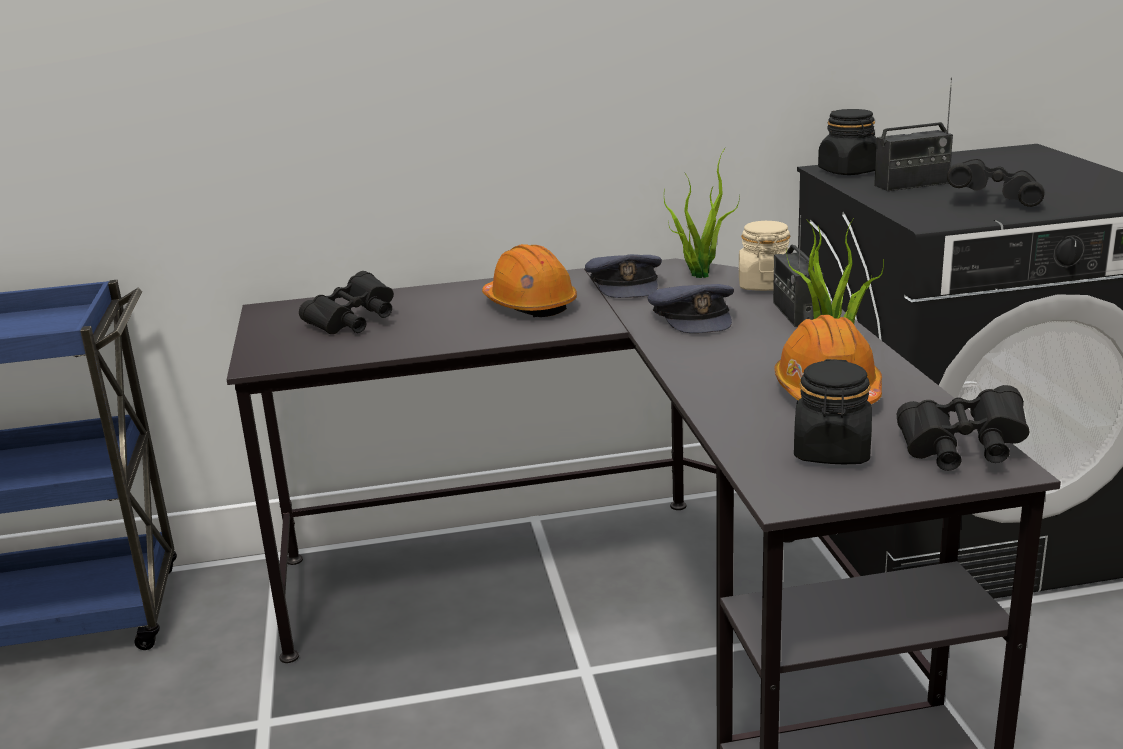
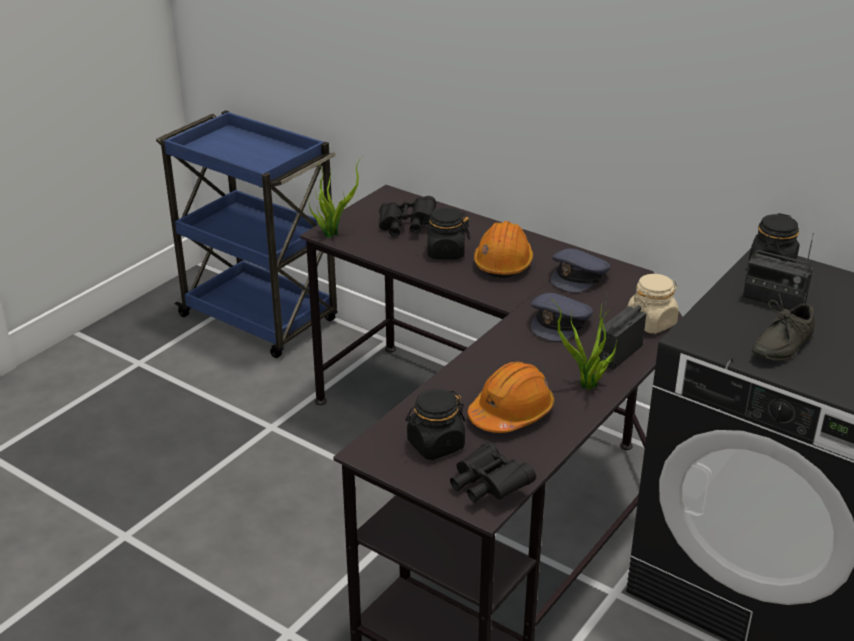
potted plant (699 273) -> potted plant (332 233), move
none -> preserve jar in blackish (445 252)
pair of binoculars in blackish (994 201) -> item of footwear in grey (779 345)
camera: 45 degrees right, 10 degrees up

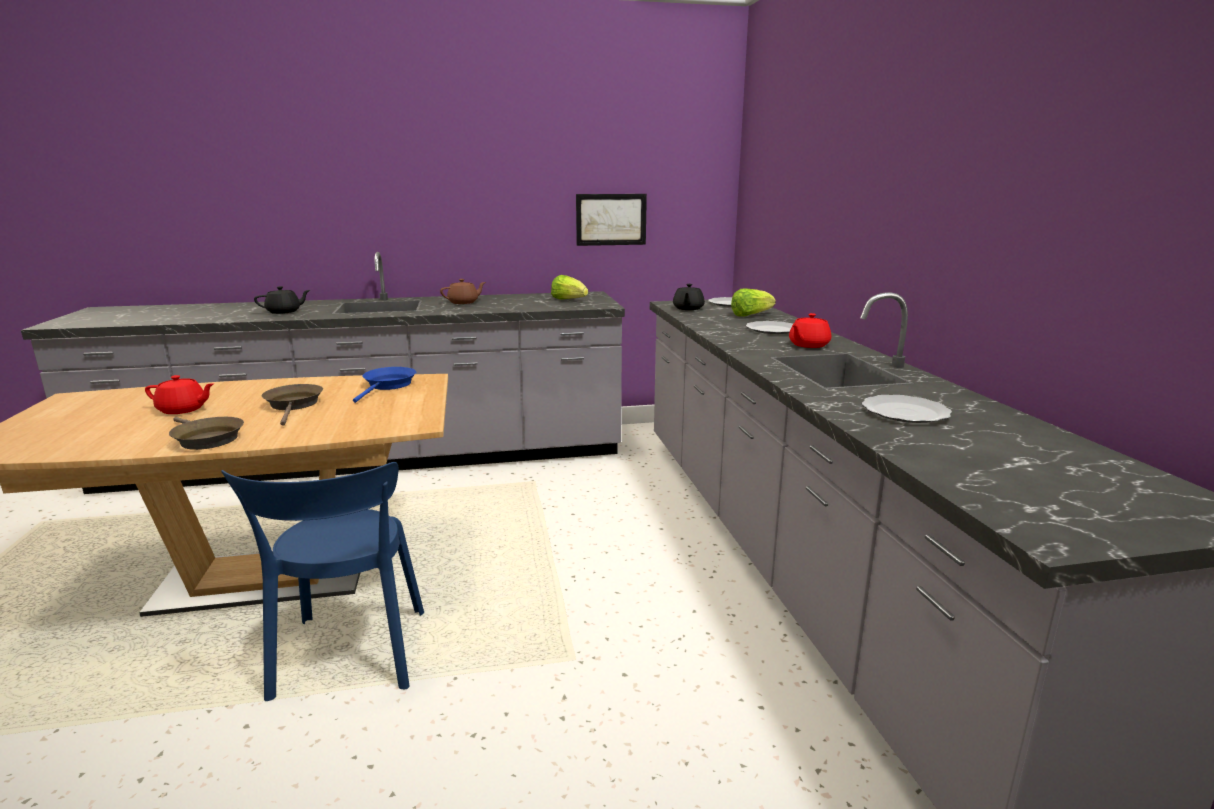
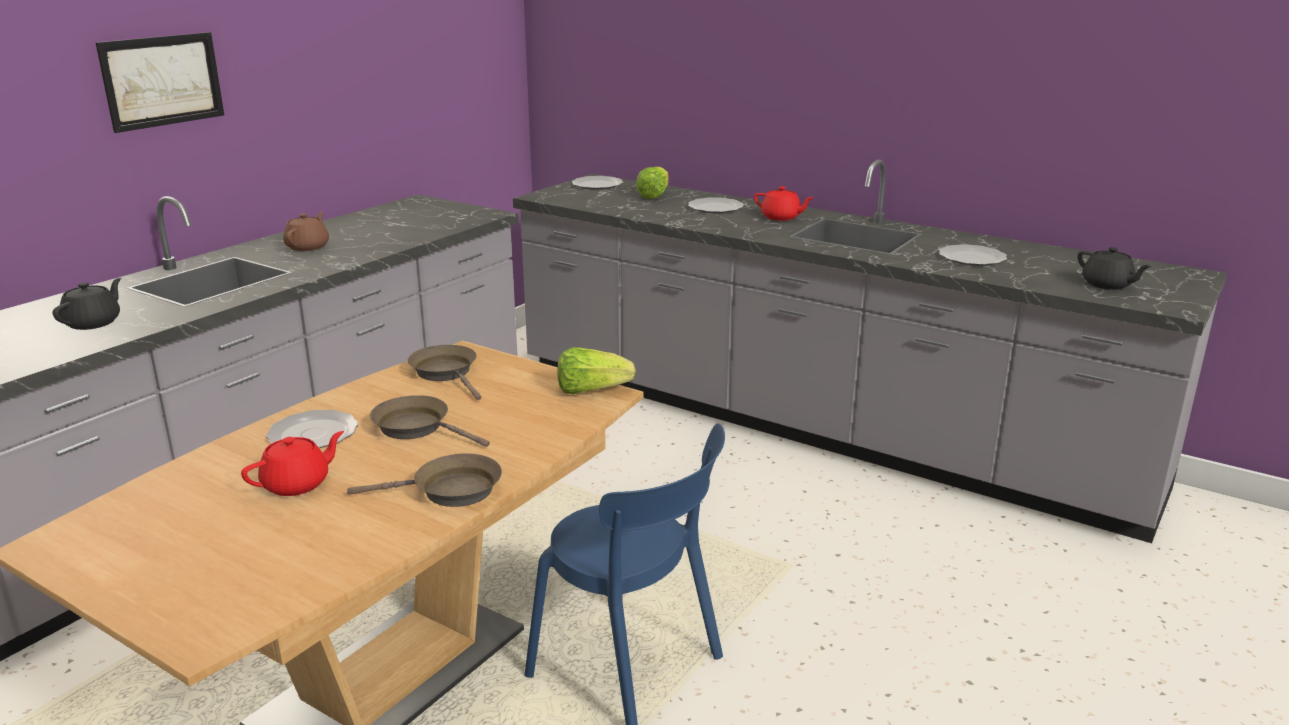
picture (611 219) -> picture (162 80), move
none -> flat dish (314 433)
pan in blue (388 386) -> pan in brown-coloured (446 373)
head of lettuce (569 300) -> head of lettuce (591 390), move
pot for tea in red-coloured (808 345) -> pot for tea in red-coloured (781 217), 60 degrees counterclockwise
pot for tea in blackish (688 309) -> pot for tea in blackish (1107 285), move
camera: 45 degrees left, 5 degrees up

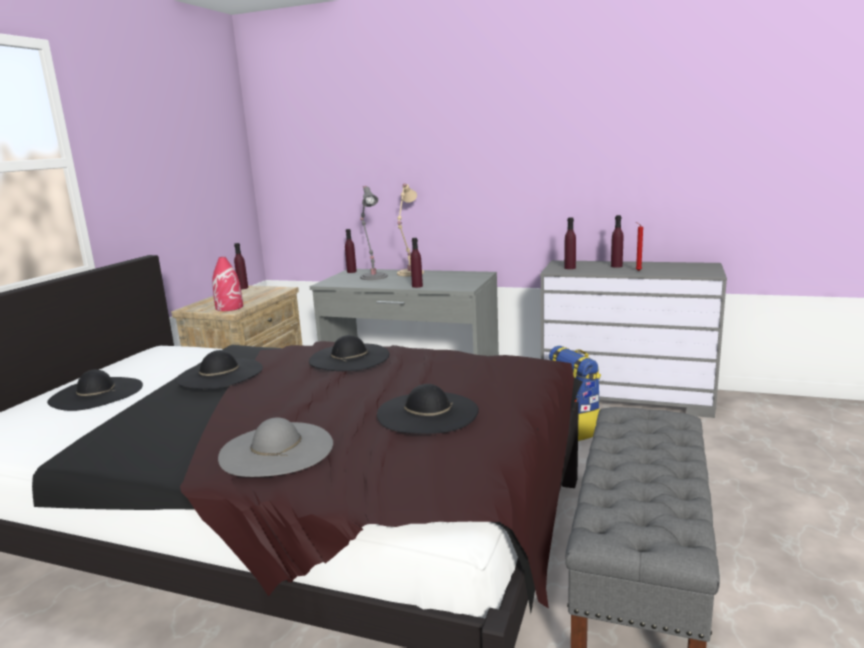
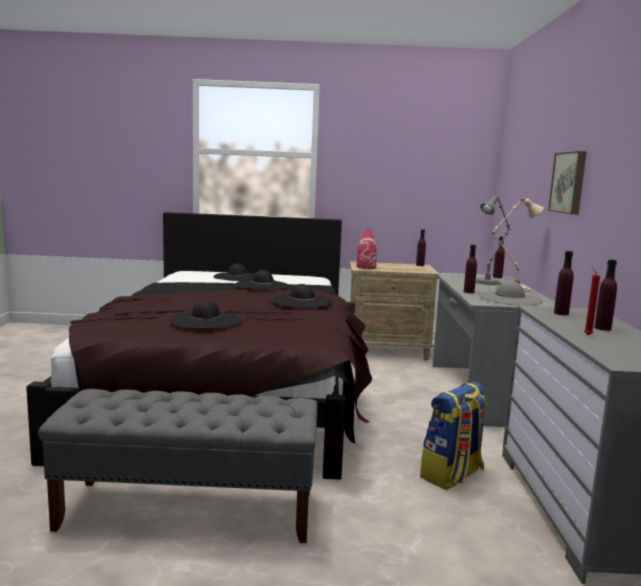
hat in grey (276 449) -> hat in grey (509 298), move
none -> picture (569 183)
camera: 70 degrees right, 5 degrees down

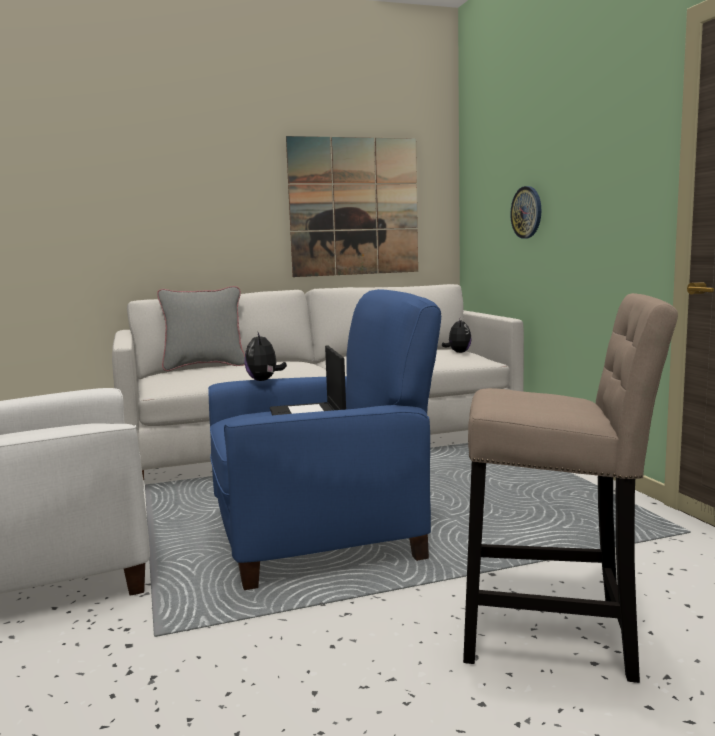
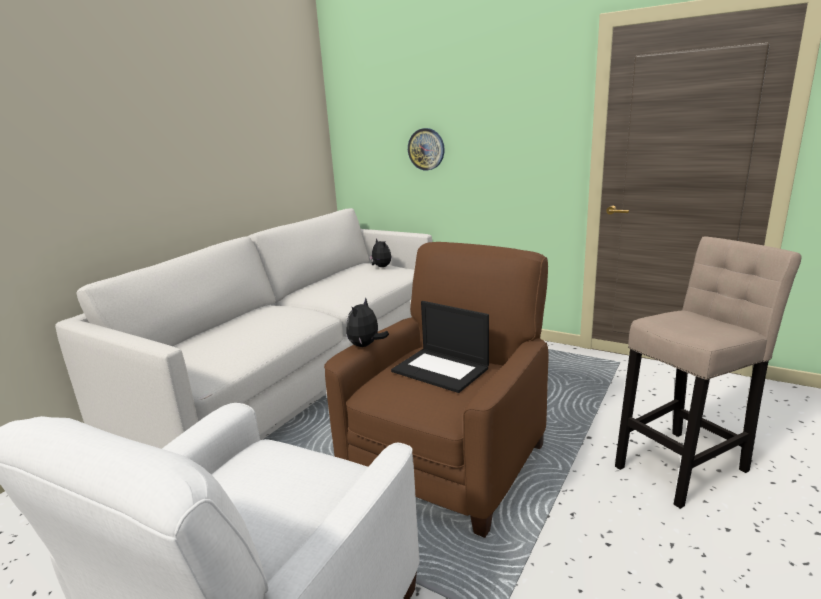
lounge chair in blue (320 536) -> lounge chair in brown-coloured (448 460)
plush toy (264 380) -> plush toy (366 345), 75 degrees clockwise
pillow in grey (204 366) -> none
picture (354 207) -> none
camera: 40 degrees left, 10 degrees up

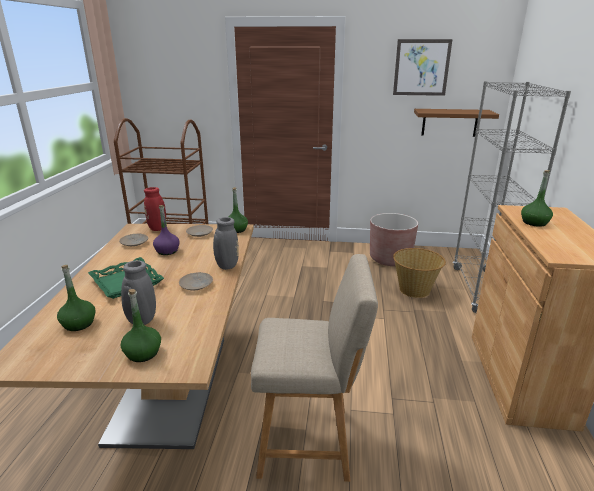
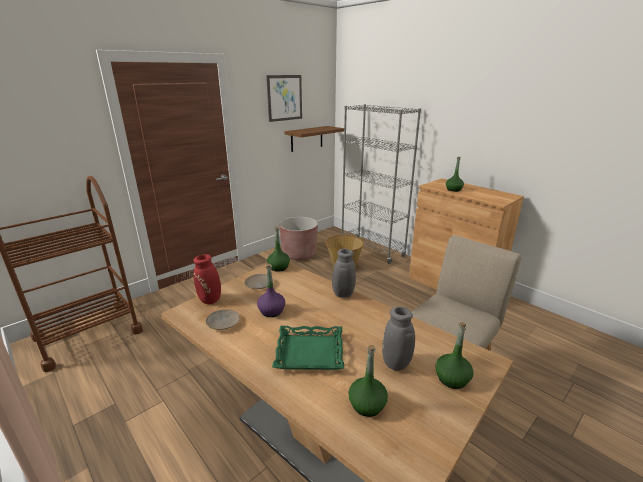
flat dish in beige-coloured (196 285) -> none
camera: 50 degrees left, 0 degrees up

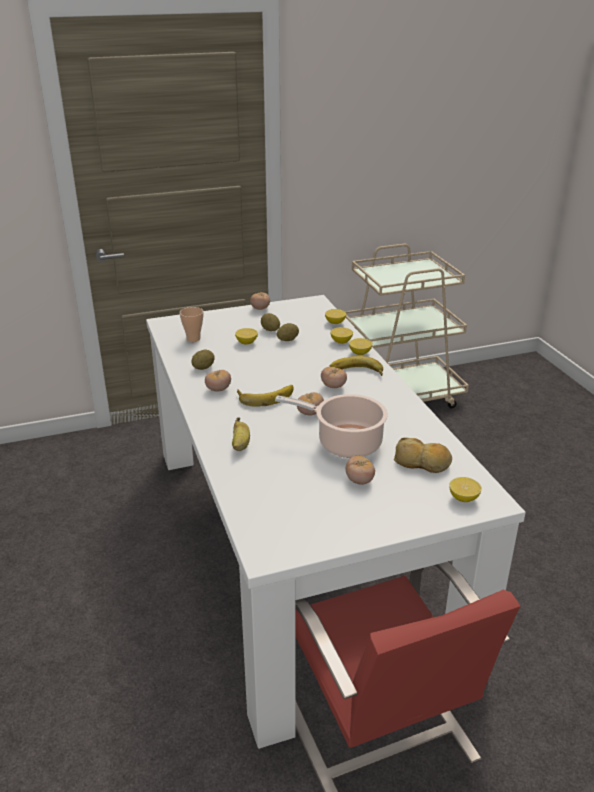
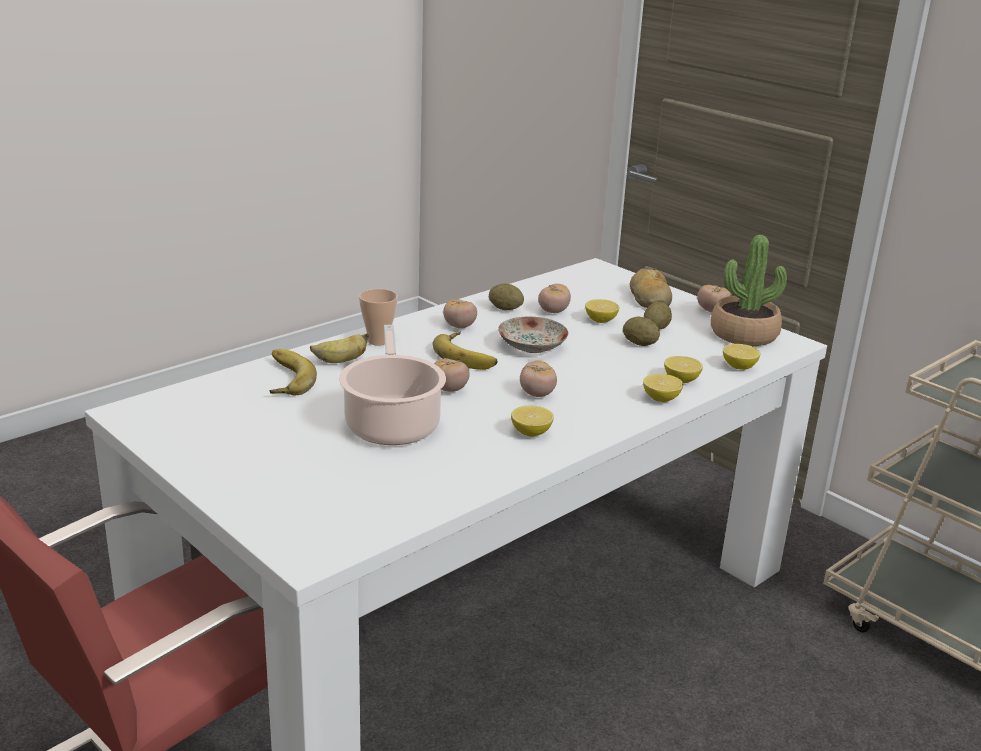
banana (356 372) -> banana (283 379), move
small cup (193 339) -> small cup (378 341), move
none -> flat dish (531 346)
lemon (463 498) -> lemon (531 433), move
fresh tomato (359 480) -> fresh tomato (553 311), move
baked bread (422 463) -> baked bread (649 299), move
none -> potted plant (743 335)
camera: 65 degrees right, 5 degrees down

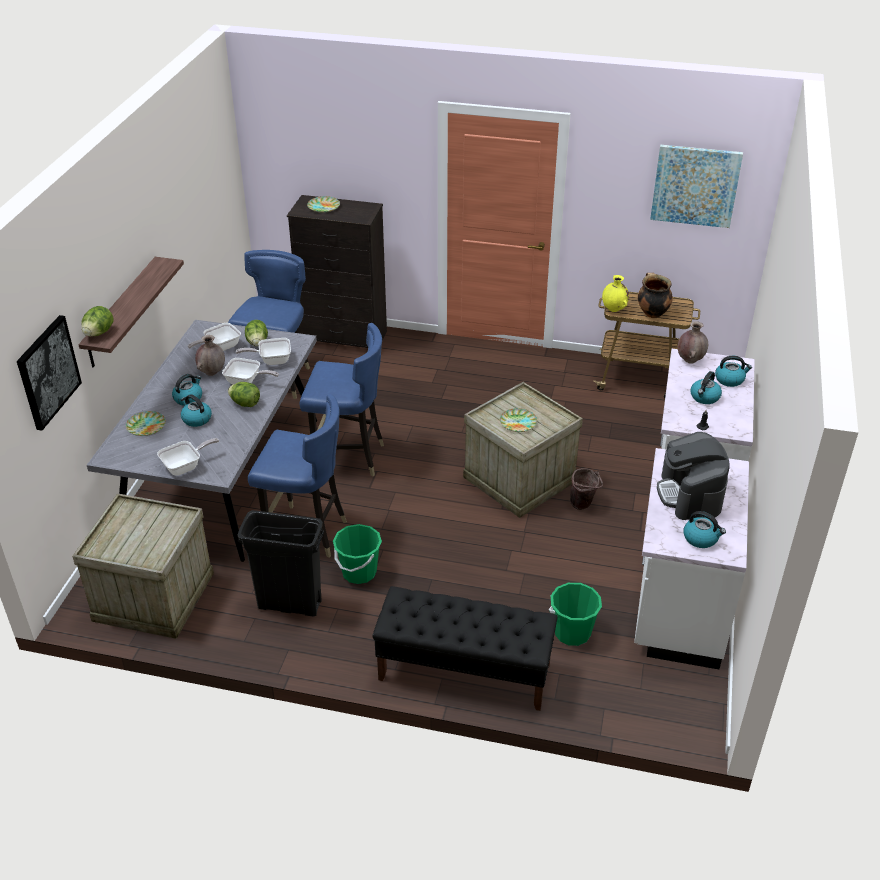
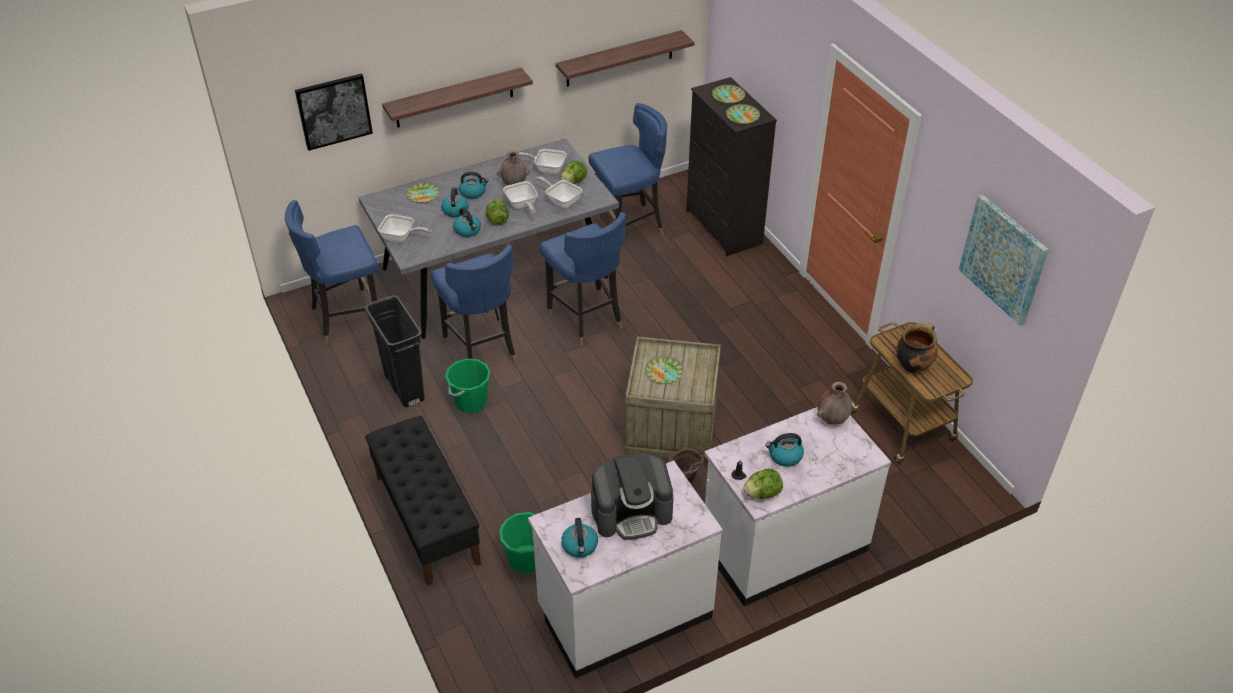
packing crate (152 597) -> upright chair in blue (348 320)
water kettle (730 379) -> water kettle (468 230), move
none -> shelf (619 59)
coffee machine (690 494) -> coffee machine (631 512), 150 degrees counterclockwise
none -> flat dish (742 116)
head of lettuce (99 333) -> head of lettuce (762 493), move
decorative vase in yellow (614 310) -> none
camera: 50 degrees right, 5 degrees up

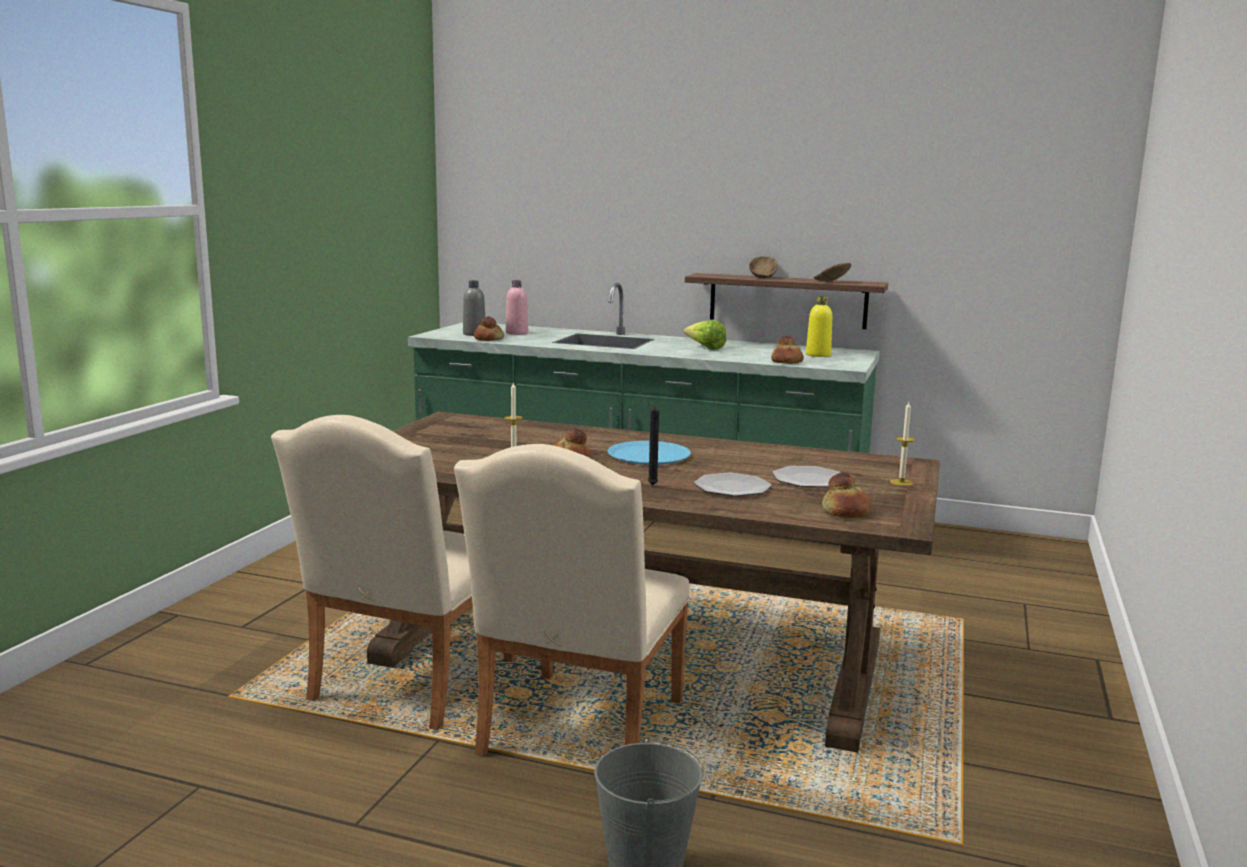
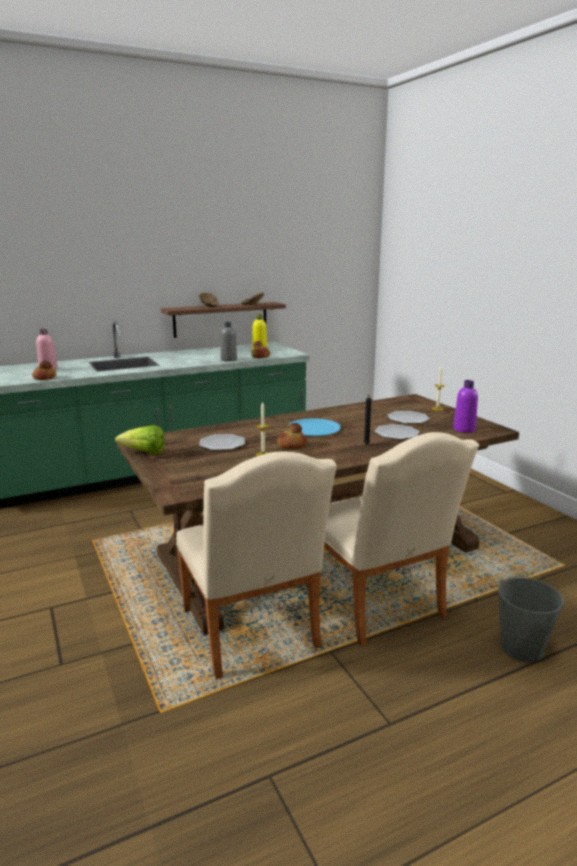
head of lettuce (705 348) -> head of lettuce (145 453), move
none -> flat dish (222 444)
drink bottle in grey (474 334) -> drink bottle in grey (229 360), move
baked bread (846 512) -> drink bottle in purplish (464 429)
camera: 45 degrees left, 5 degrees up

